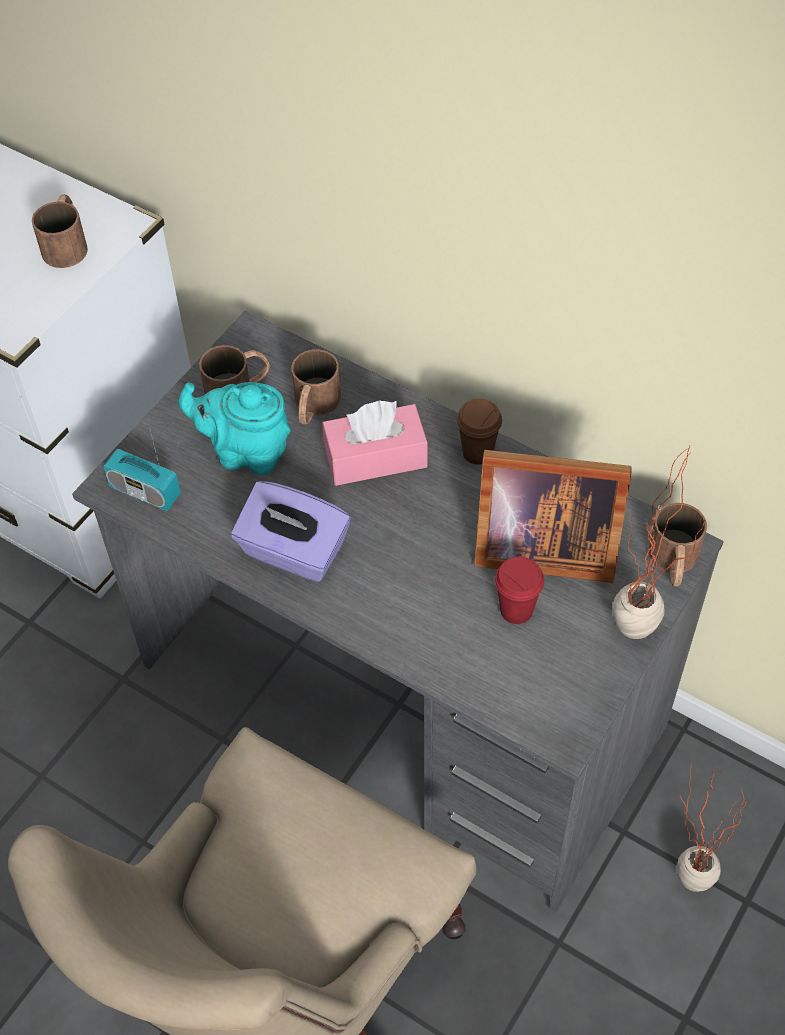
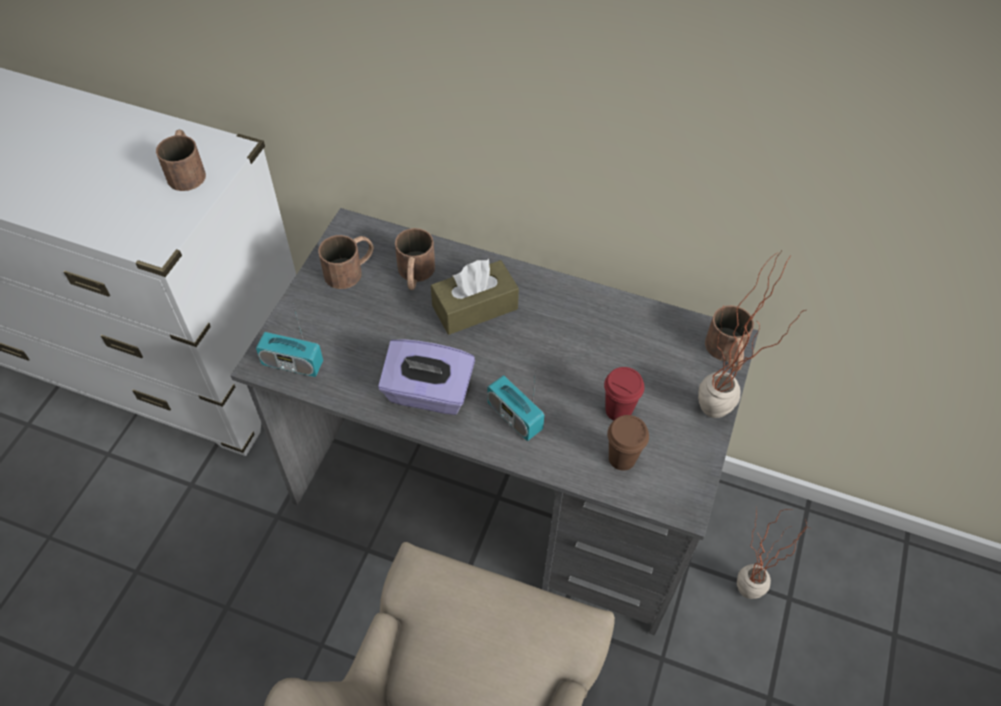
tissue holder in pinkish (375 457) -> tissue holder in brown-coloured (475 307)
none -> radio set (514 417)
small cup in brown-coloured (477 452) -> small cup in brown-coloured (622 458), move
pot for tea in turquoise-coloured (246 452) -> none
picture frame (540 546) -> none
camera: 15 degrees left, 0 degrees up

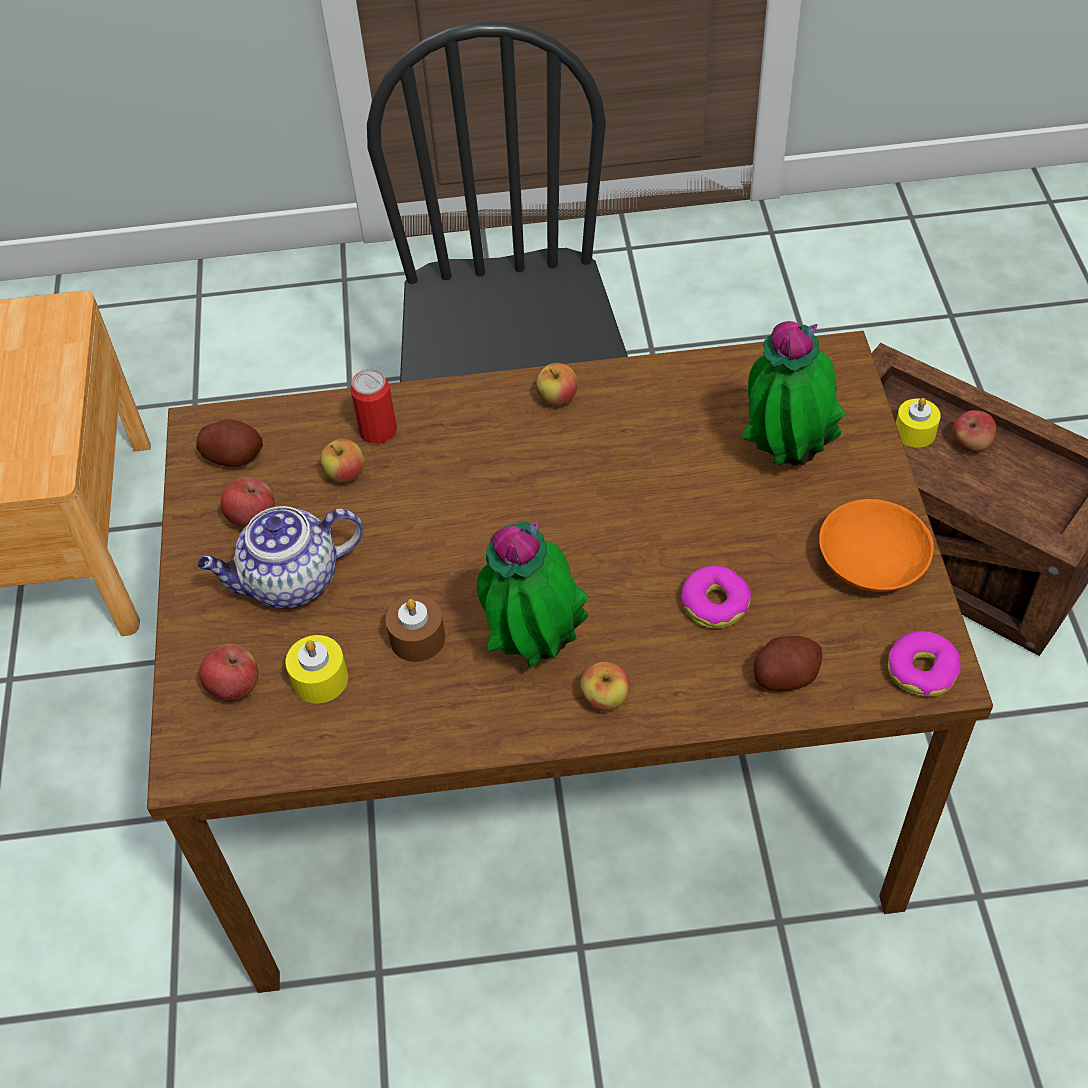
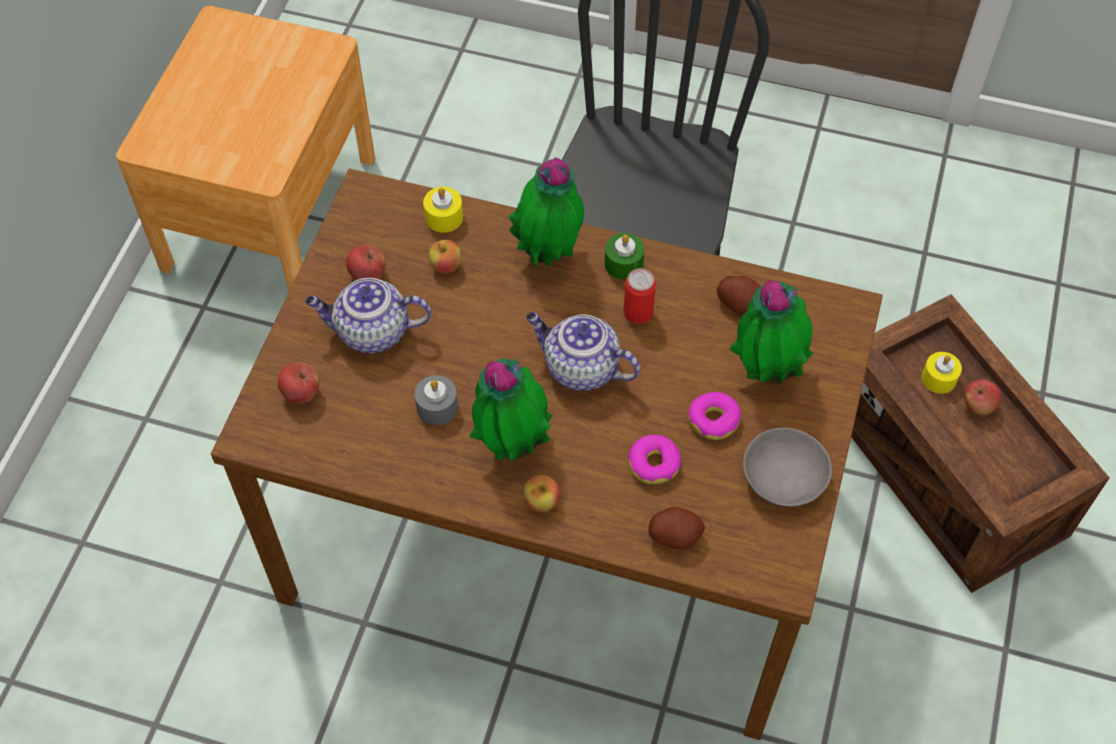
candle in brown-coloured (417 638) -> candle in grey (437 407)
candle in yellow (320 679) -> candle in yellow (444 217), move
none -> potted plant (549 256)
none -> pot for tea (580 368)
apple fruit (557 398) -> candle in green (623 264)
can (378 430) -> can (638 312), move
ring doughnut (922 670) -> ring doughnut (714 420), move
spud (234 456) -> spud (740 303), move
deep dish in orangey (873 563) -> deep dish in grey (784 479)
camera: 20 degrees right, 5 degrees up

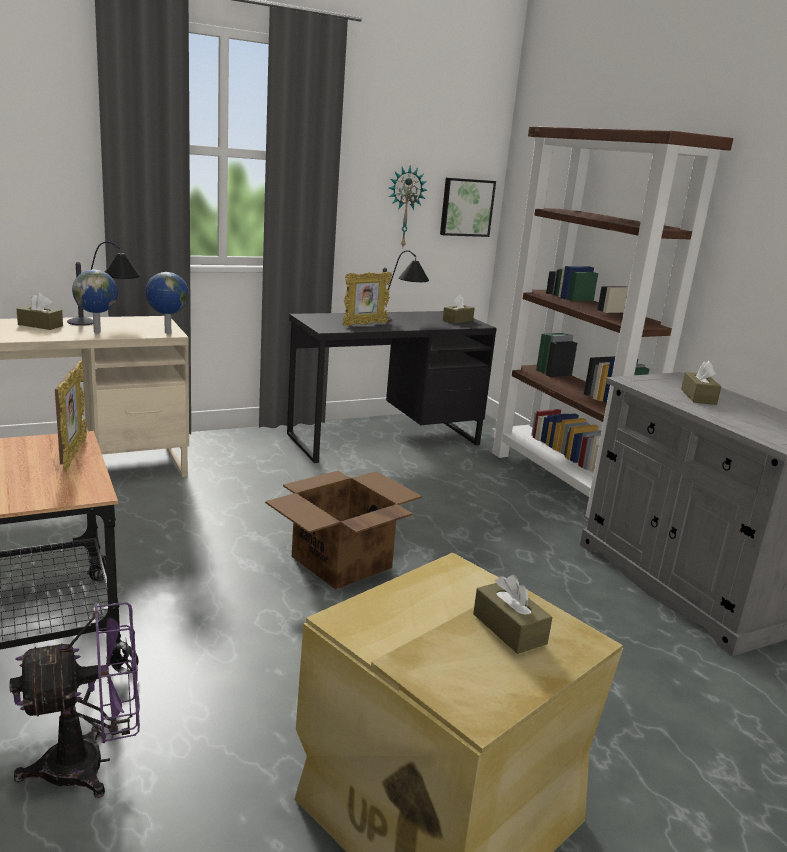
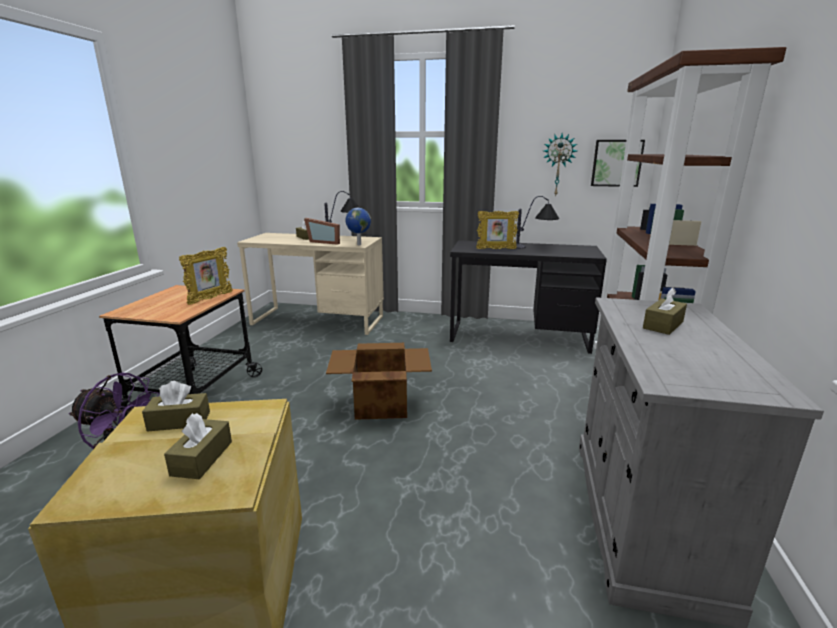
tissue holder in brown-coloured (457 320) -> tissue holder in brown-coloured (179 421), move
globe (98 331) -> picture frame (325 242)
camera: 40 degrees right, 0 degrees up

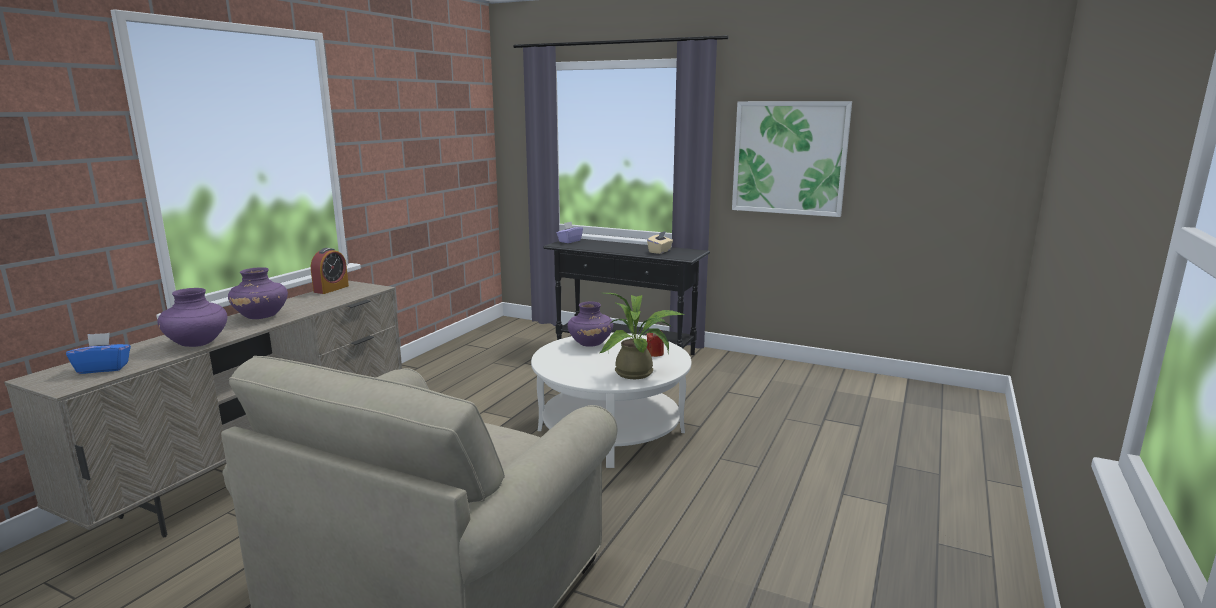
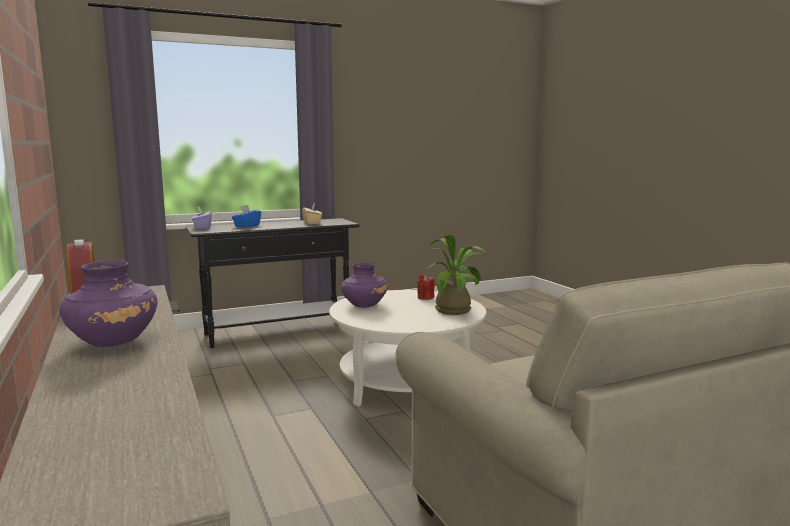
tissue holder in blue (103 368) -> tissue holder in blue (247 226), move
decorative vase in purplish (197 343) -> none
picture (789 158) -> none
camera: 50 degrees left, 5 degrees down

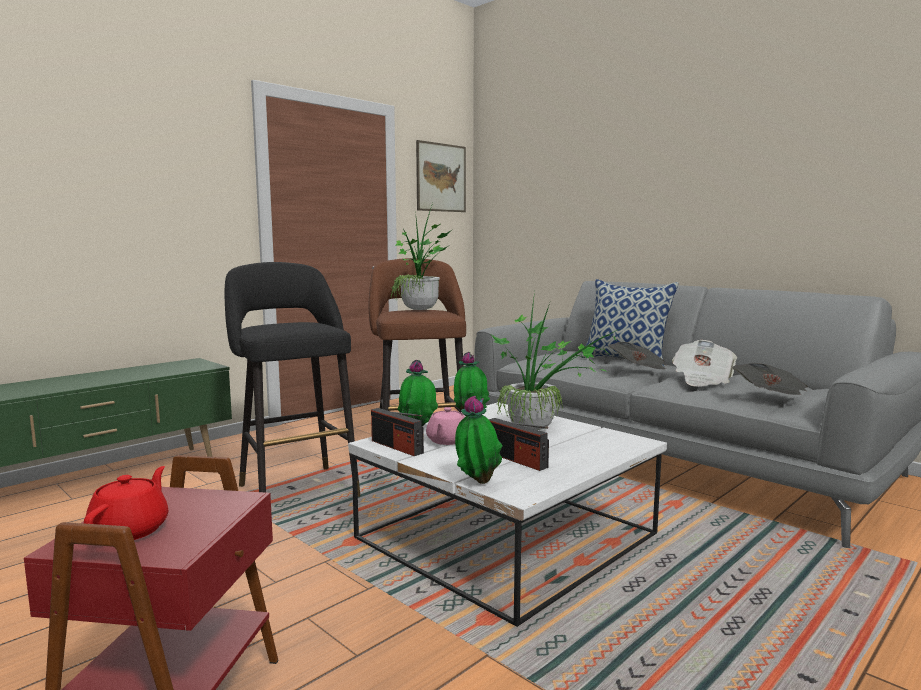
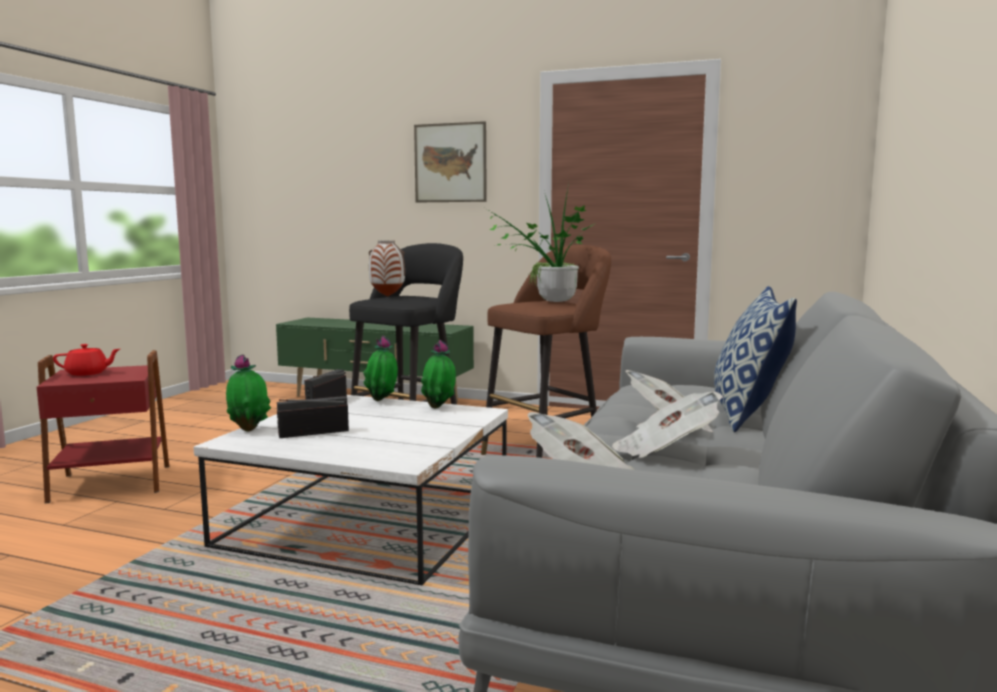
radio set (517 460) -> radio set (313 433), 45 degrees clockwise
none -> decorative vase (388 296)
picture (441 177) -> picture (450 163), move
pot for tea in pinkish (447 441) -> none
potted plant (541 429) -> none
camera: 65 degrees right, 0 degrees up

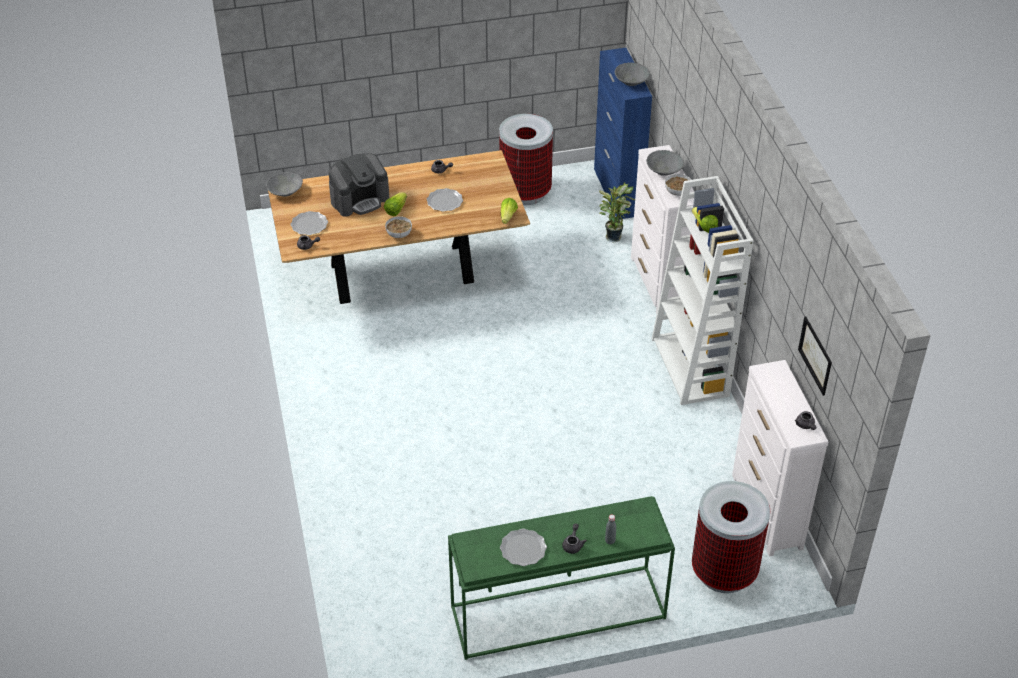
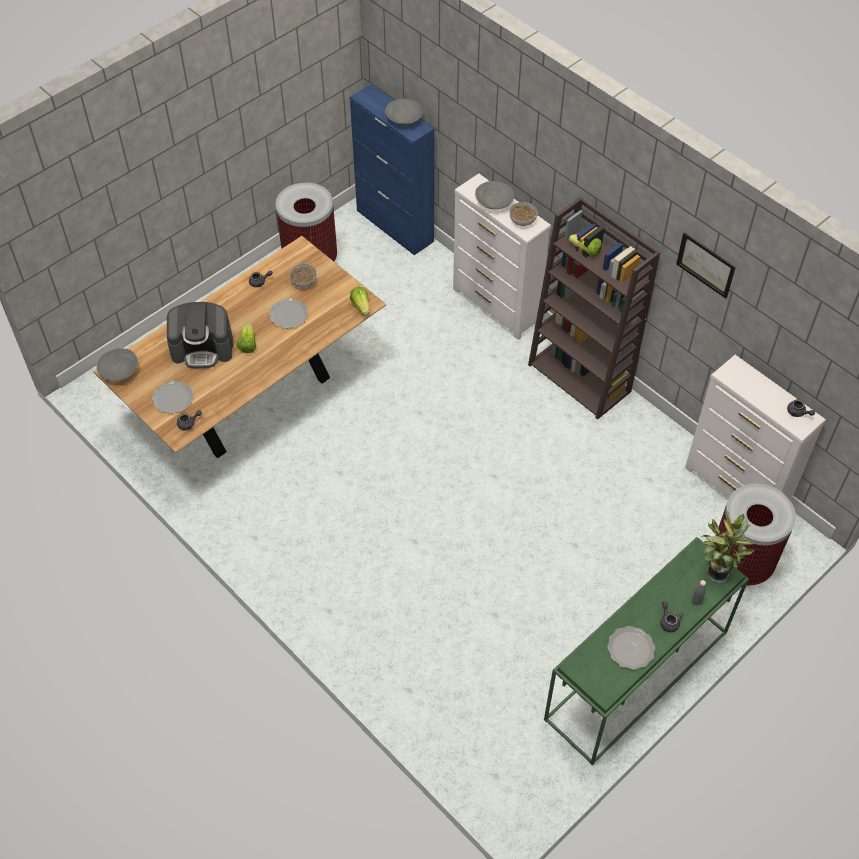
coffee machine (360 199) -> coffee machine (203 348), 60 degrees clockwise
deep dish (399 234) -> deep dish (304 282), move
bookshelf in white (691 367) -> bookshelf in brown-coloured (580 378)
picture (815 355) -> picture (705 265), move
potted plant (614 236) -> potted plant (716 571), move
camera: 30 degrees left, 10 degrees up

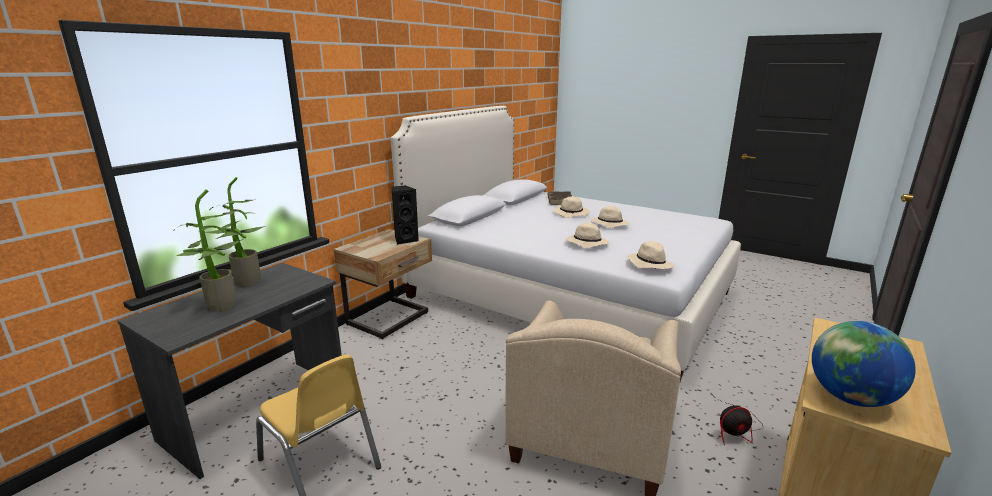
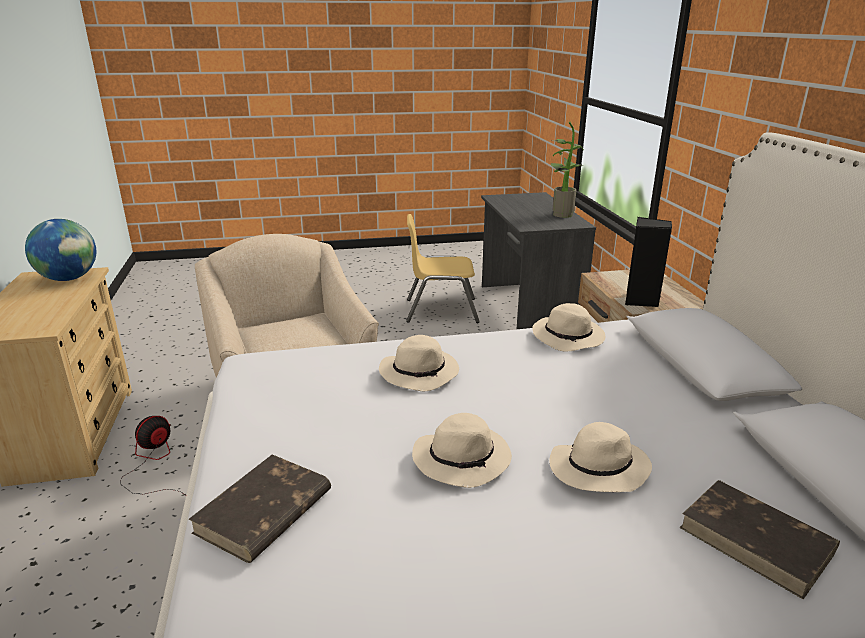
none -> bound book in brown-coloured (263 512)
hat in beige-coloured (649 264) -> hat in beige-coloured (569 337), move
potted plant (220 307) -> none
camera: 135 degrees right, 5 degrees up

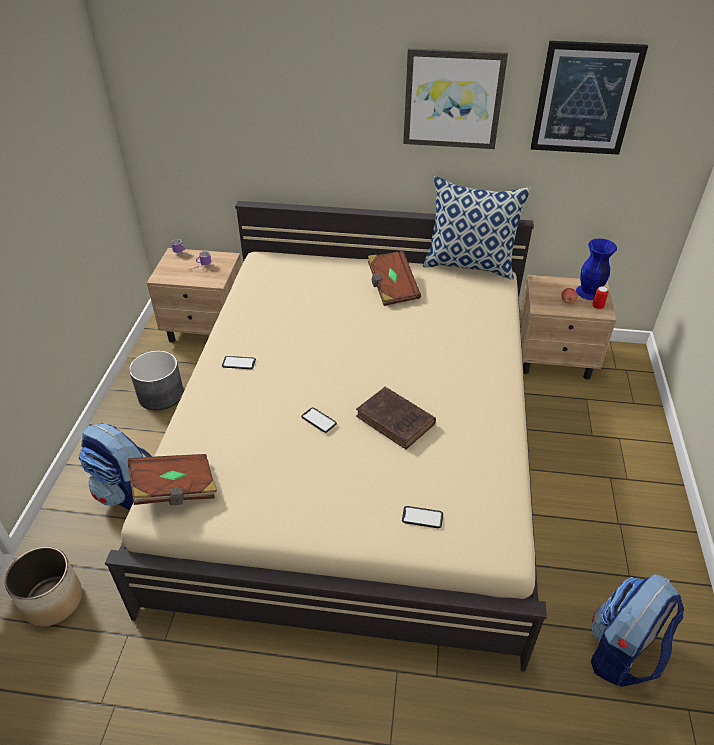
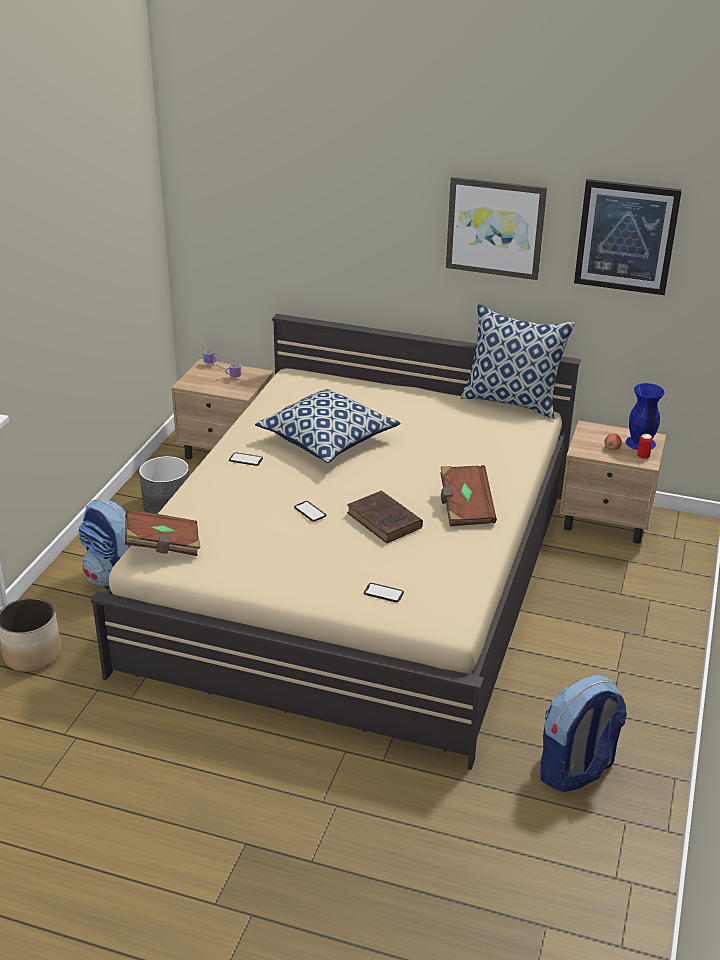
none -> pillow (327 440)
bound book in brown-coloured (392 288) -> bound book in brown-coloured (465 508), move
camera: 10 degrees right, 10 degrees down

